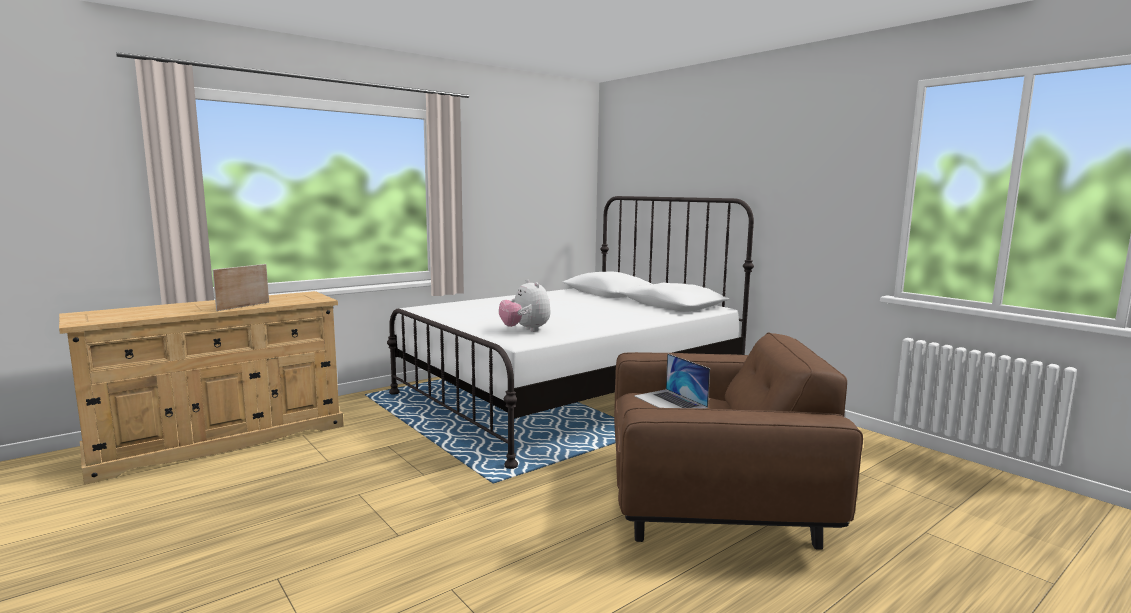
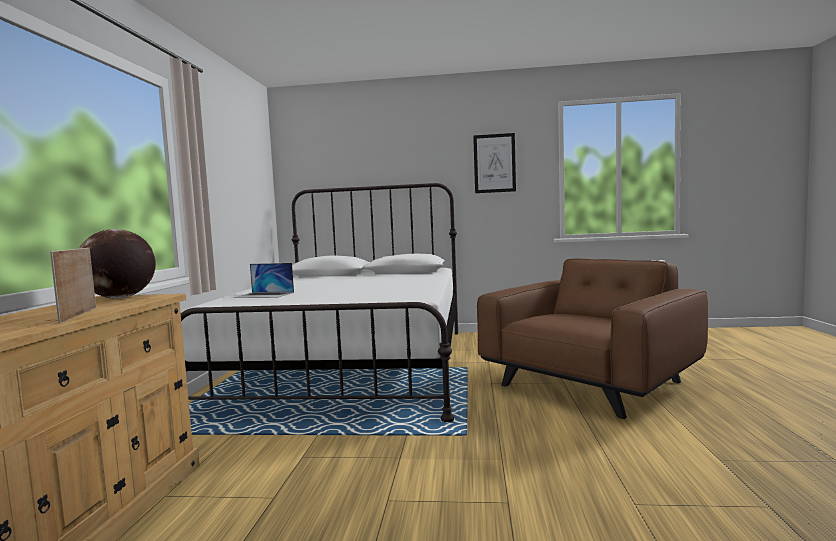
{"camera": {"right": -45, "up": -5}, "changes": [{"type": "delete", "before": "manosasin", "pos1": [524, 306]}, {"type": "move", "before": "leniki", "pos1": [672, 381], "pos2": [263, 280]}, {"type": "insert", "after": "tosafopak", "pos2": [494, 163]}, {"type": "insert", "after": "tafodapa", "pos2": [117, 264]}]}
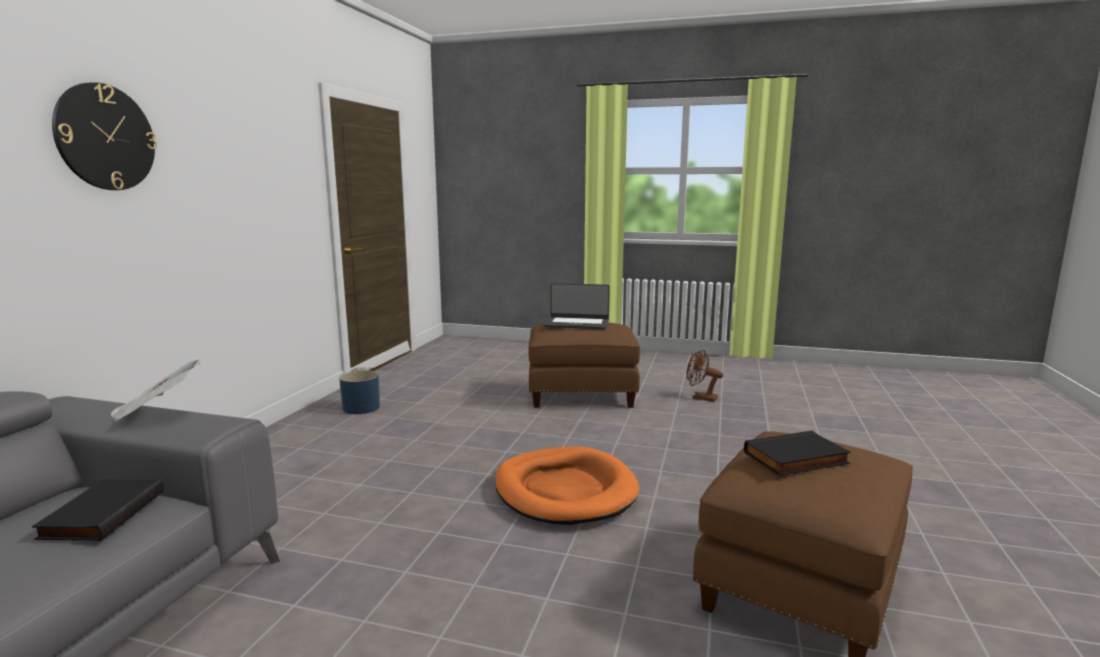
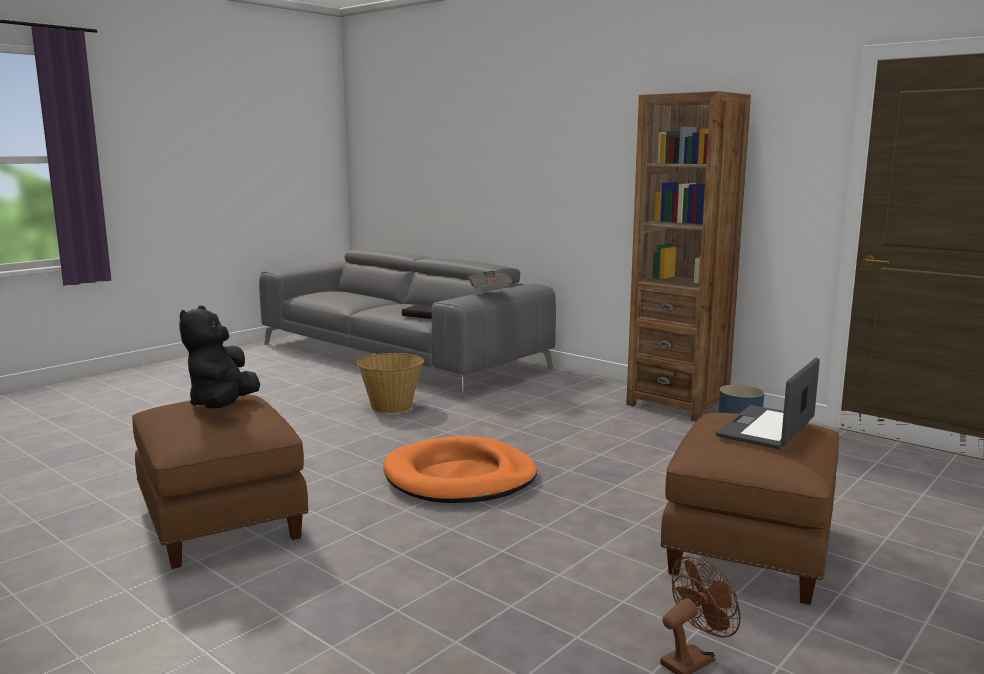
{"camera": {"right": 115, "up": 0}, "changes": [{"type": "delete", "before": "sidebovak", "pos1": [104, 136]}, {"type": "replace", "before": "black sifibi", "after": "black manosasin", "pos1": [797, 453], "pos2": [219, 357]}, {"type": "insert", "after": "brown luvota", "pos2": [688, 256]}, {"type": "insert", "after": "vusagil", "pos2": [390, 383]}]}
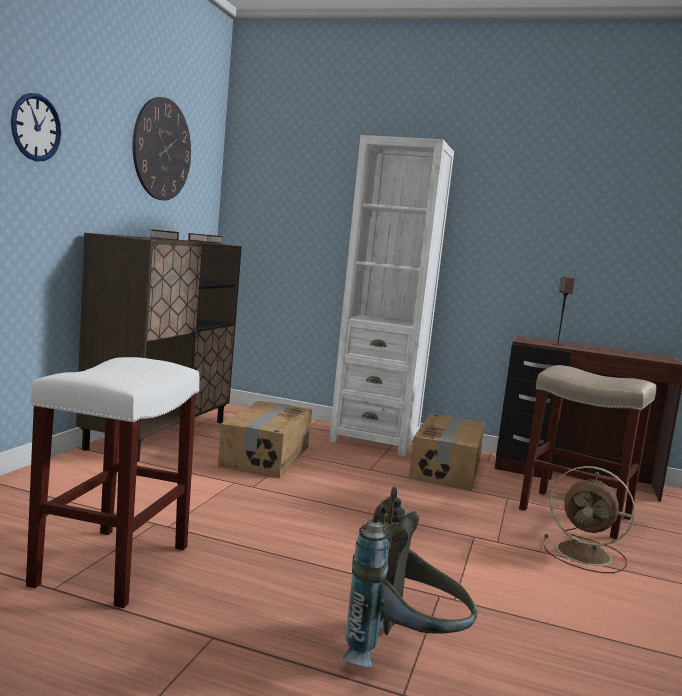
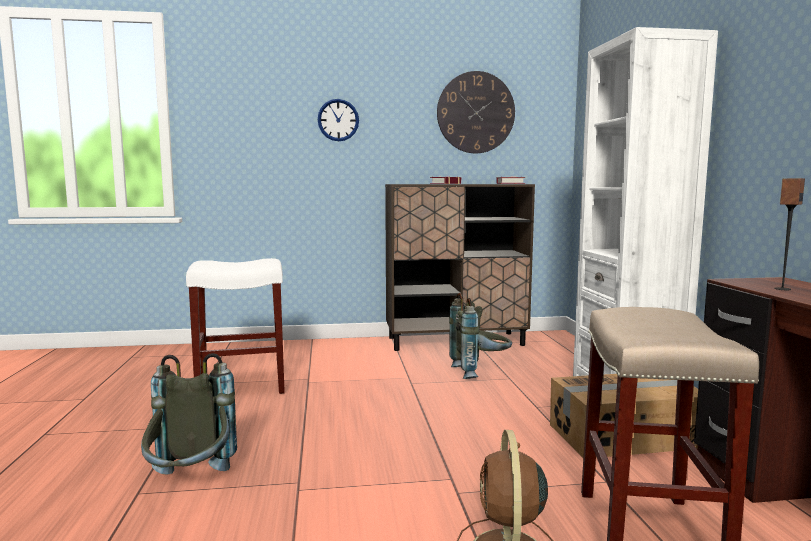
{"camera": {"right": 65, "up": 0}, "changes": [{"type": "replace", "before": "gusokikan", "after": "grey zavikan", "pos1": [265, 440], "pos2": [480, 336]}]}
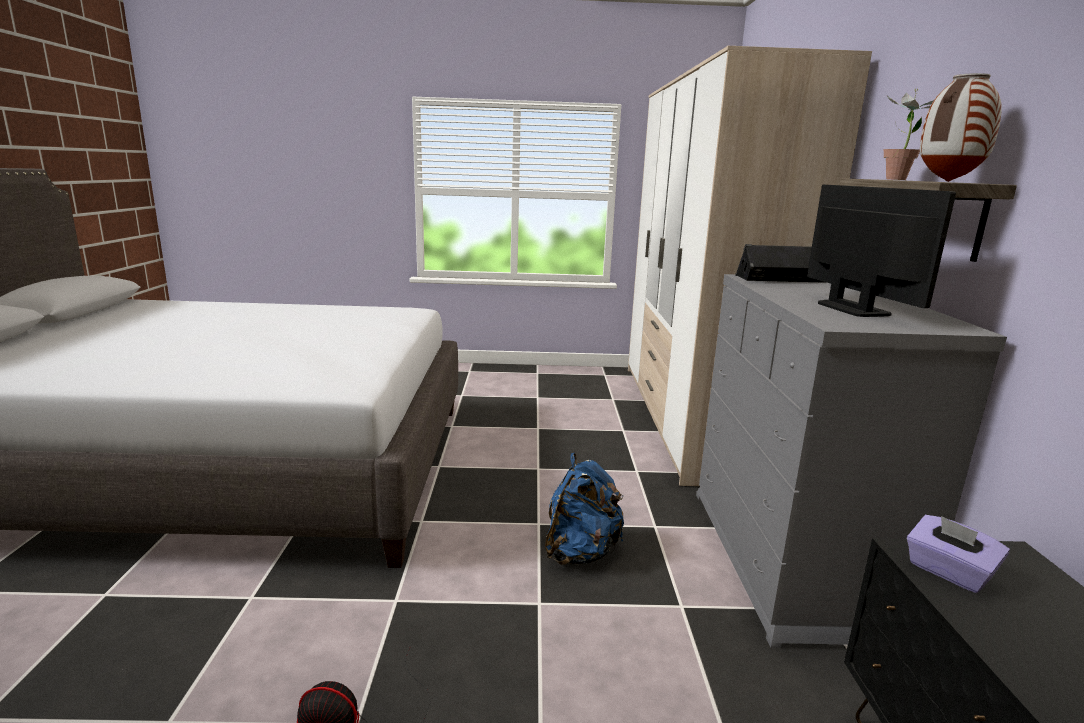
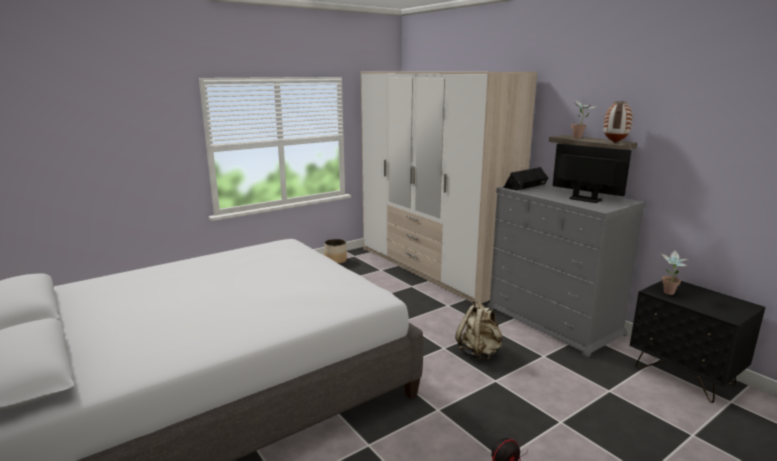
{"camera": {"right": -35, "up": 0}, "changes": [{"type": "recolor", "before": "blue zavikan", "after": "beige zavikan", "pos1": [584, 509], "pos2": [479, 330]}, {"type": "replace", "before": "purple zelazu", "after": "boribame", "pos1": [958, 554], "pos2": [675, 272]}, {"type": "insert", "after": "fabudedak", "pos2": [335, 251]}]}
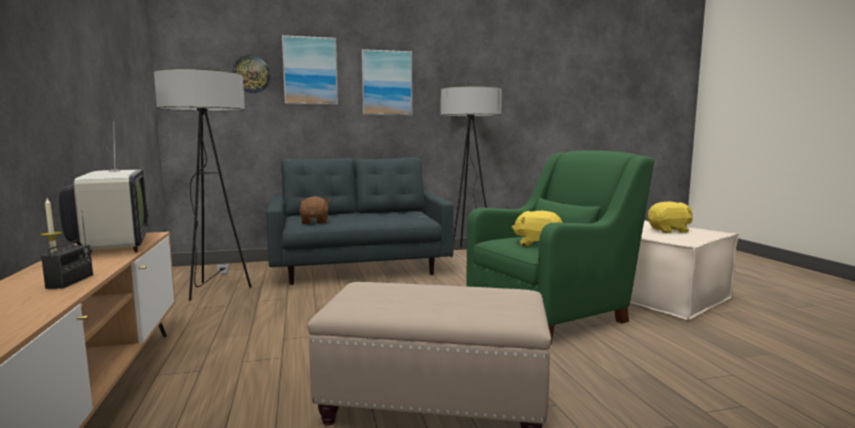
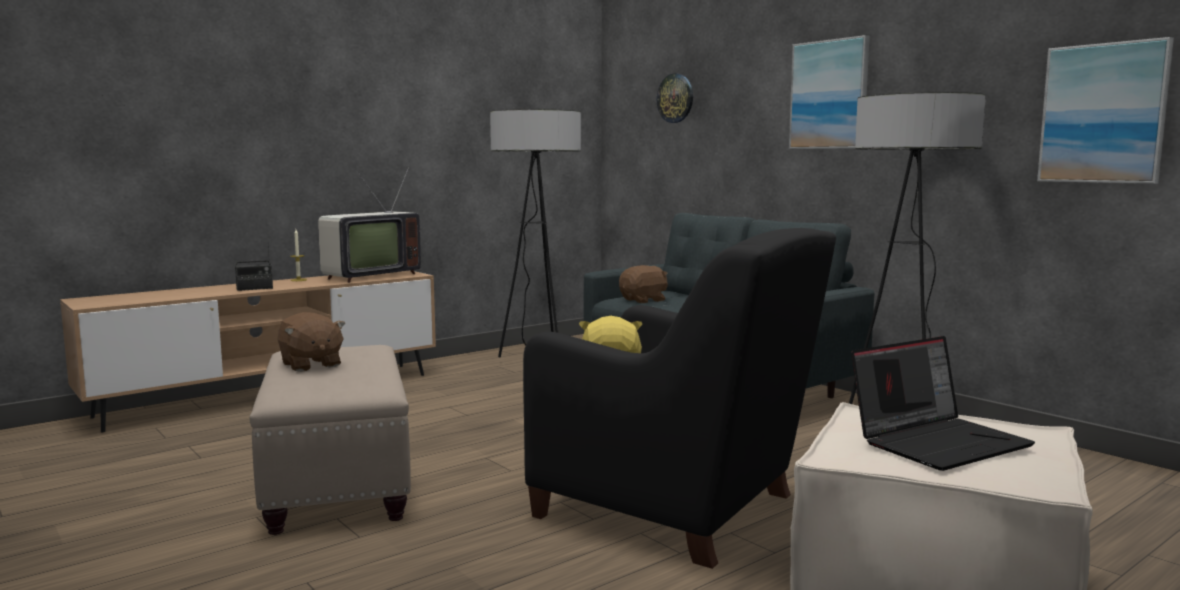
{"camera": {"right": 65, "up": 0}, "changes": [{"type": "move", "before": "tosafopak", "pos1": [310, 70], "pos2": [1105, 110]}, {"type": "recolor", "before": "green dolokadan", "after": "black dolokadan", "pos1": [560, 247], "pos2": [679, 398]}, {"type": "replace", "before": "yellow manosasin", "after": "leniki", "pos1": [670, 217], "pos2": [943, 403]}, {"type": "insert", "after": "brown manosasin", "pos2": [311, 342]}]}
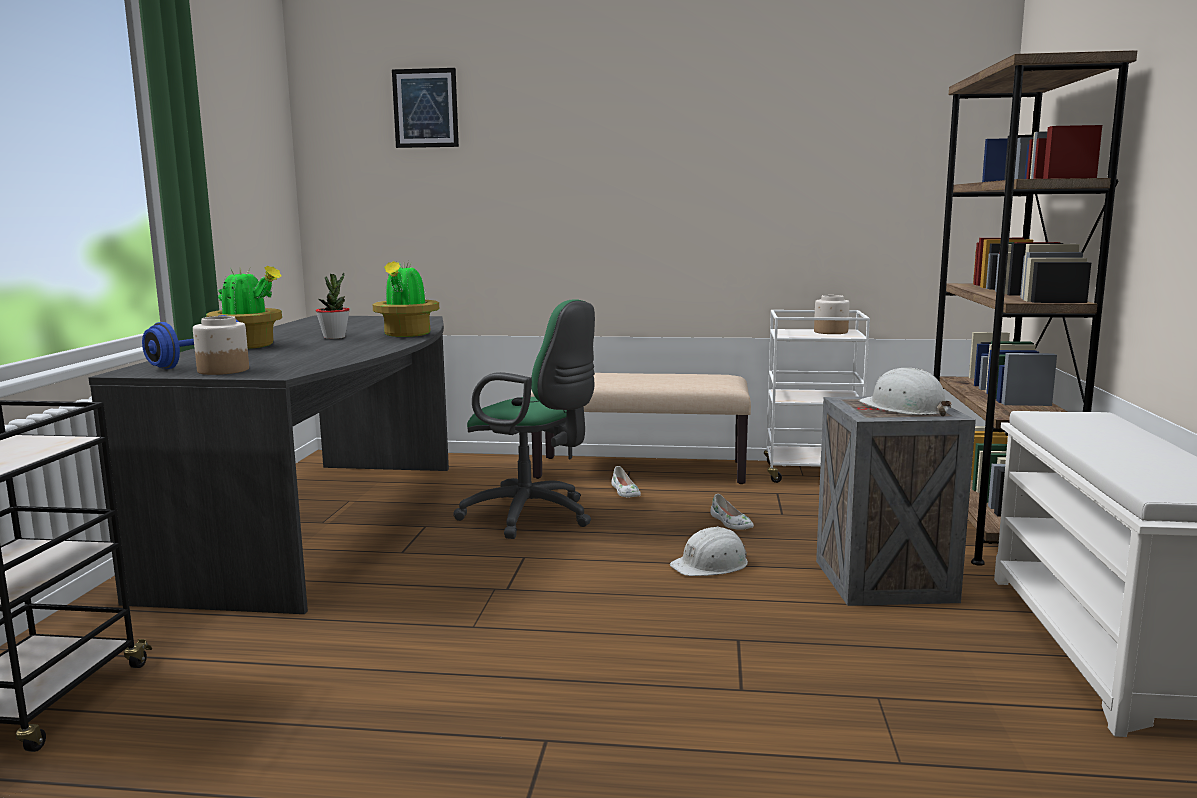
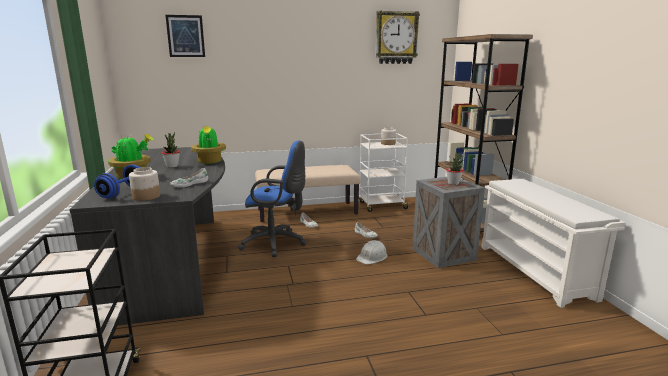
{"camera": {"right": -20, "up": 5}, "changes": [{"type": "recolor", "before": "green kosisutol", "after": "blue kosisutol", "pos1": [524, 419], "pos2": [272, 199]}, {"type": "replace", "before": "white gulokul", "after": "boribame", "pos1": [905, 392], "pos2": [454, 168]}, {"type": "insert", "after": "sidebovak", "pos2": [397, 37]}, {"type": "insert", "after": "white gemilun", "pos2": [189, 177]}]}
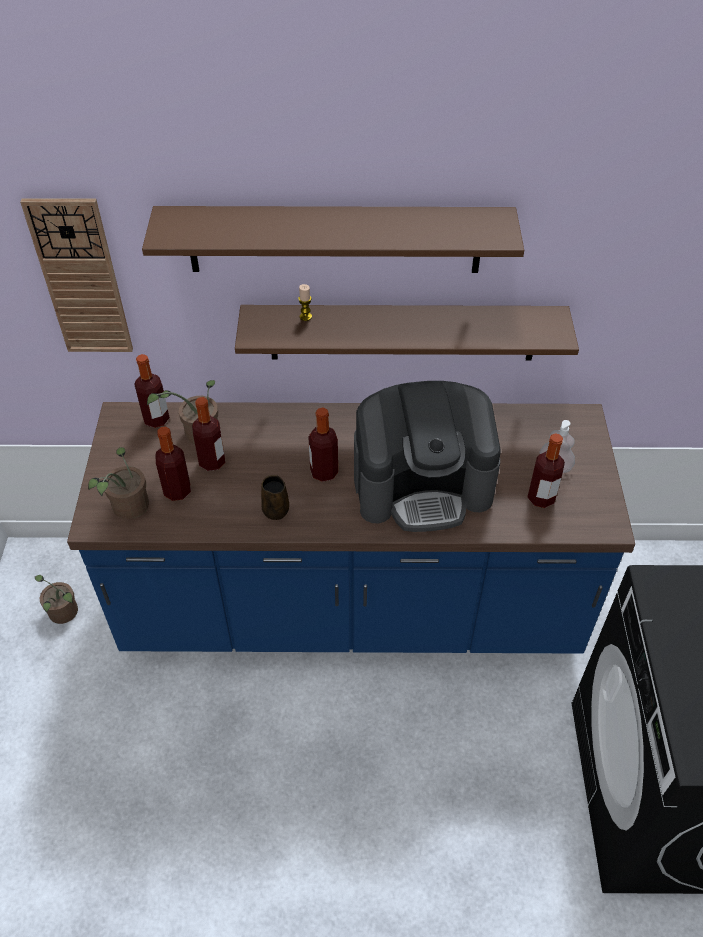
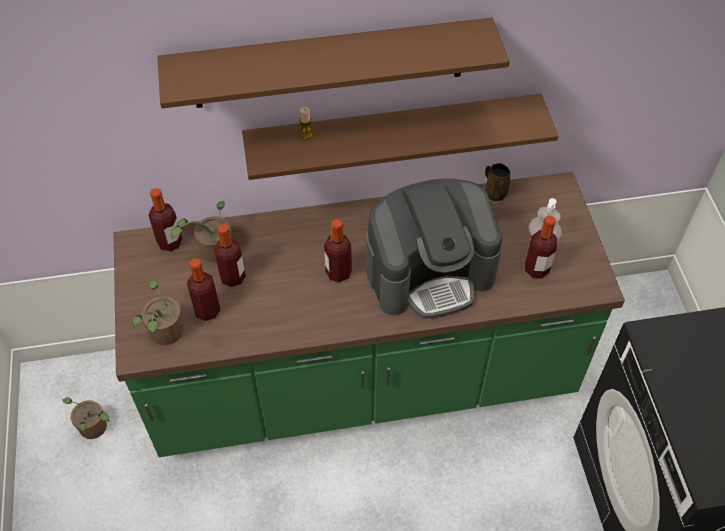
{"camera": {"right": -10, "up": 5}, "changes": [{"type": "delete", "before": "sidebovak", "pos1": [76, 275]}, {"type": "recolor", "before": "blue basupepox", "after": "green basupepox", "pos1": [351, 528], "pos2": [369, 314]}, {"type": "move", "before": "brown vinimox", "pos1": [275, 497], "pos2": [497, 182]}]}
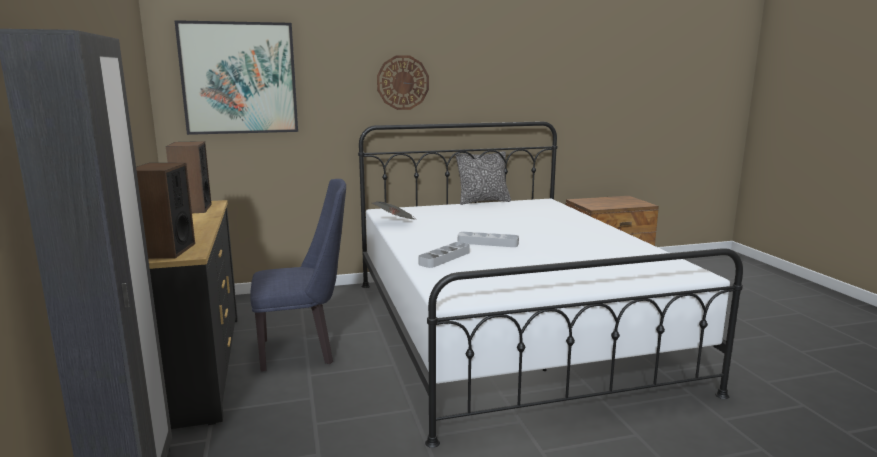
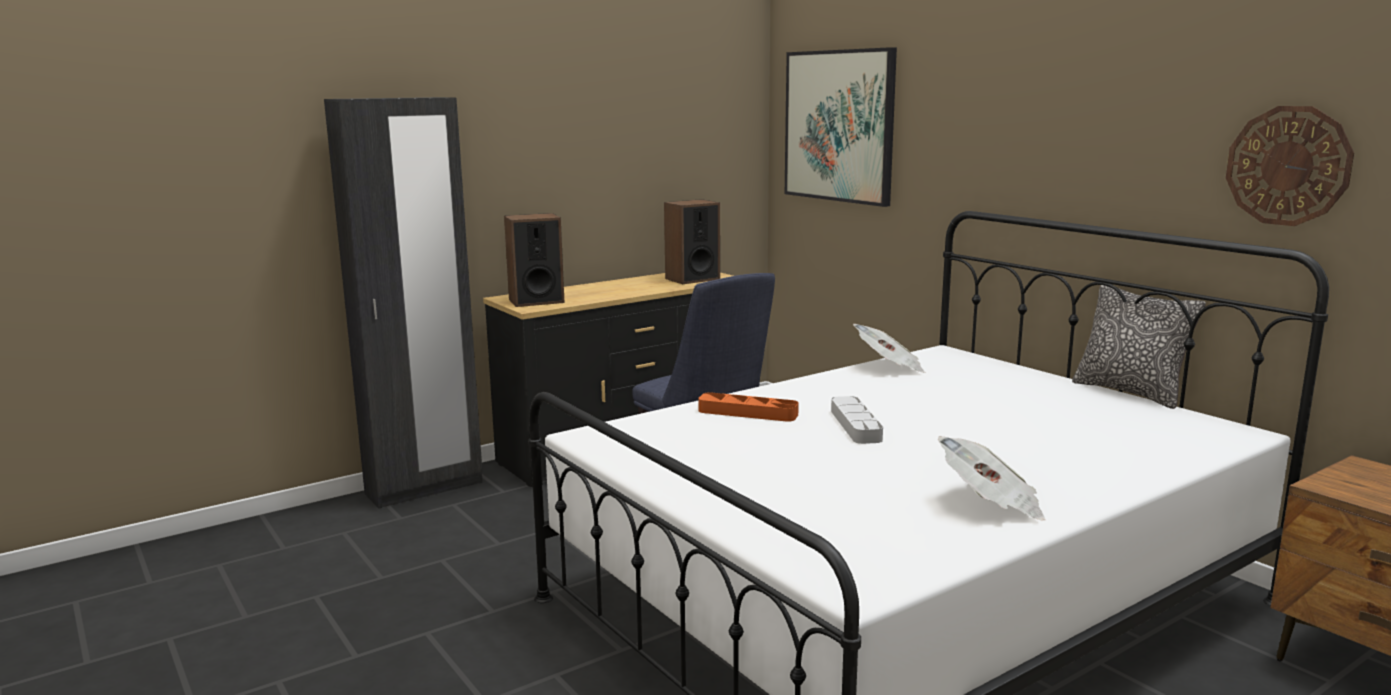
{"camera": {"right": 70, "up": 0}, "changes": [{"type": "move", "before": "sidebovak", "pos1": [403, 82], "pos2": [1290, 166]}, {"type": "recolor", "before": "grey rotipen", "after": "orange rotipen", "pos1": [444, 255], "pos2": [748, 407]}, {"type": "insert", "after": "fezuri", "pos2": [991, 478]}]}
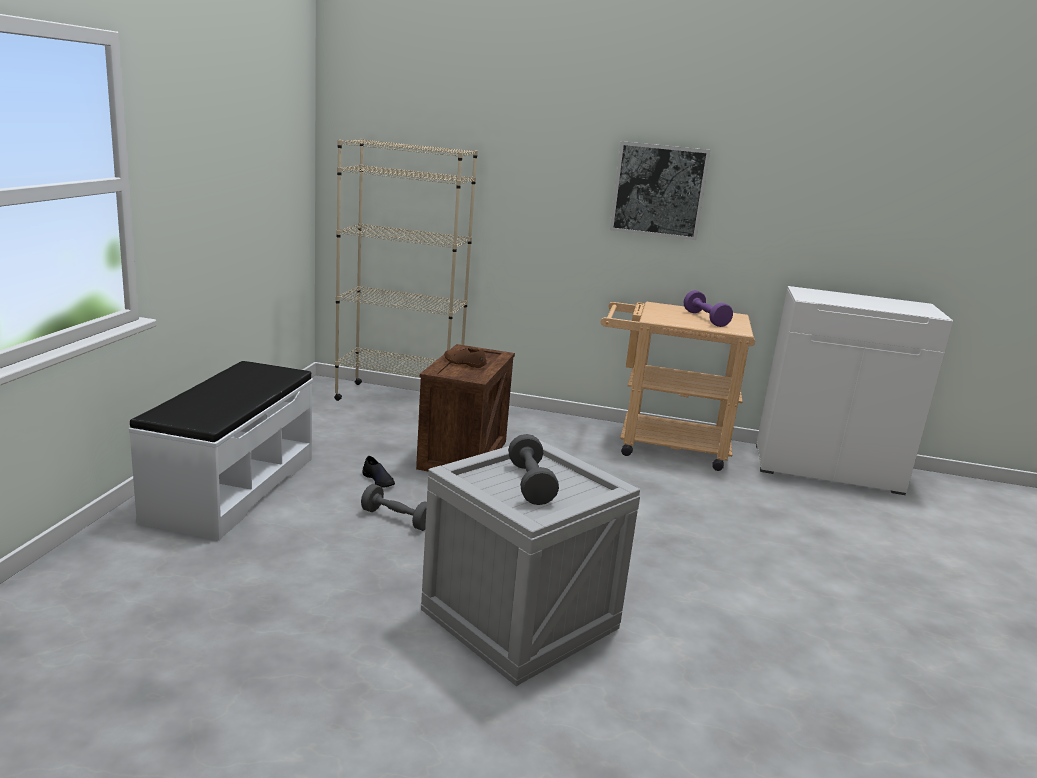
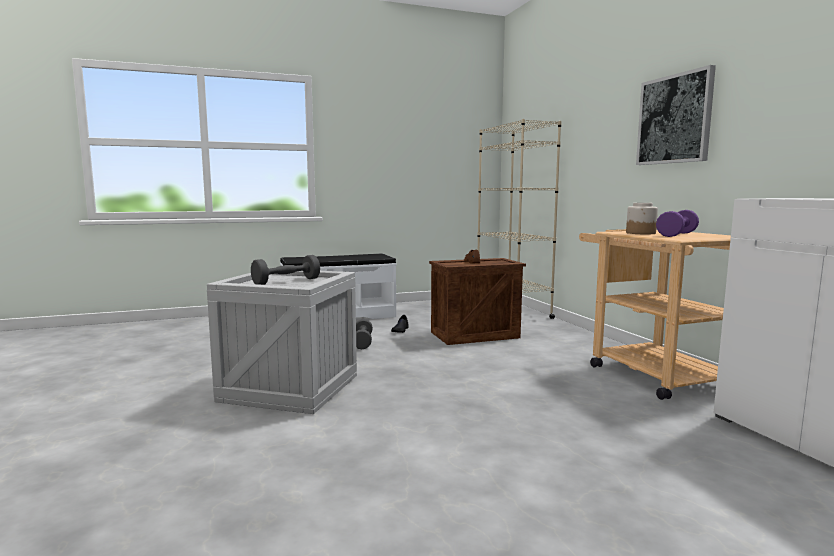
{"camera": {"right": 60, "up": -10}, "changes": [{"type": "insert", "after": "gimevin", "pos2": [642, 218]}]}
